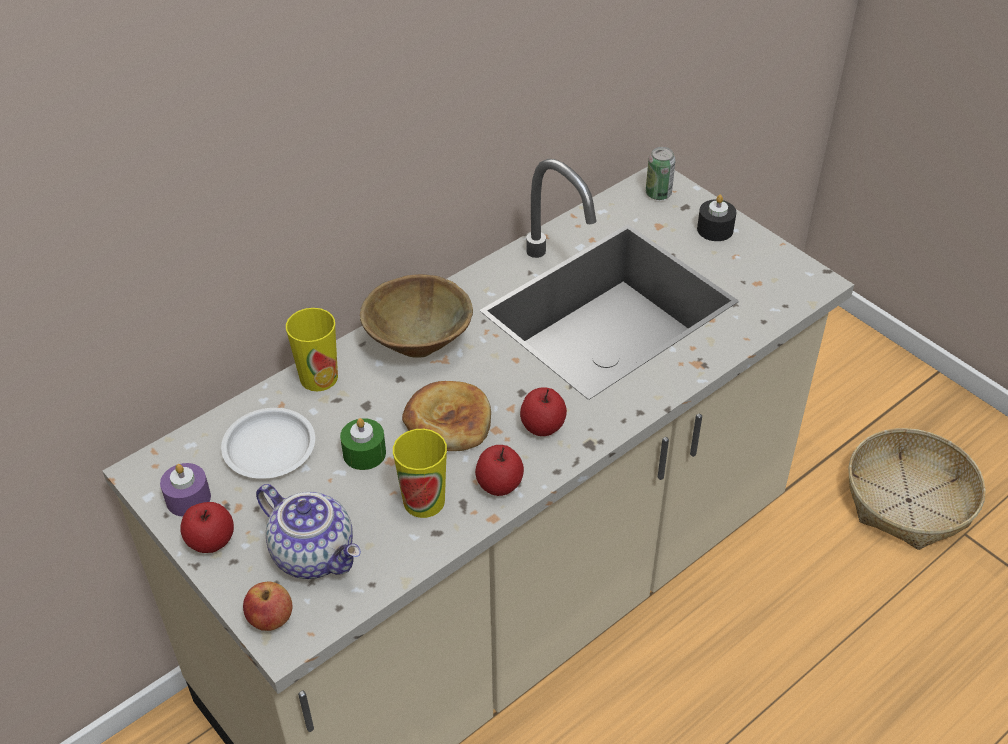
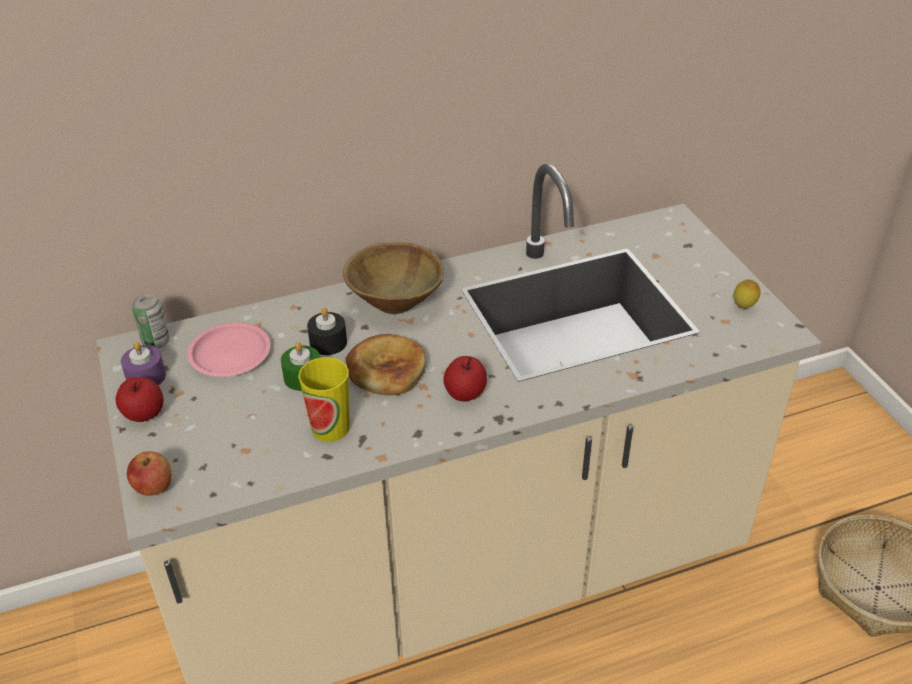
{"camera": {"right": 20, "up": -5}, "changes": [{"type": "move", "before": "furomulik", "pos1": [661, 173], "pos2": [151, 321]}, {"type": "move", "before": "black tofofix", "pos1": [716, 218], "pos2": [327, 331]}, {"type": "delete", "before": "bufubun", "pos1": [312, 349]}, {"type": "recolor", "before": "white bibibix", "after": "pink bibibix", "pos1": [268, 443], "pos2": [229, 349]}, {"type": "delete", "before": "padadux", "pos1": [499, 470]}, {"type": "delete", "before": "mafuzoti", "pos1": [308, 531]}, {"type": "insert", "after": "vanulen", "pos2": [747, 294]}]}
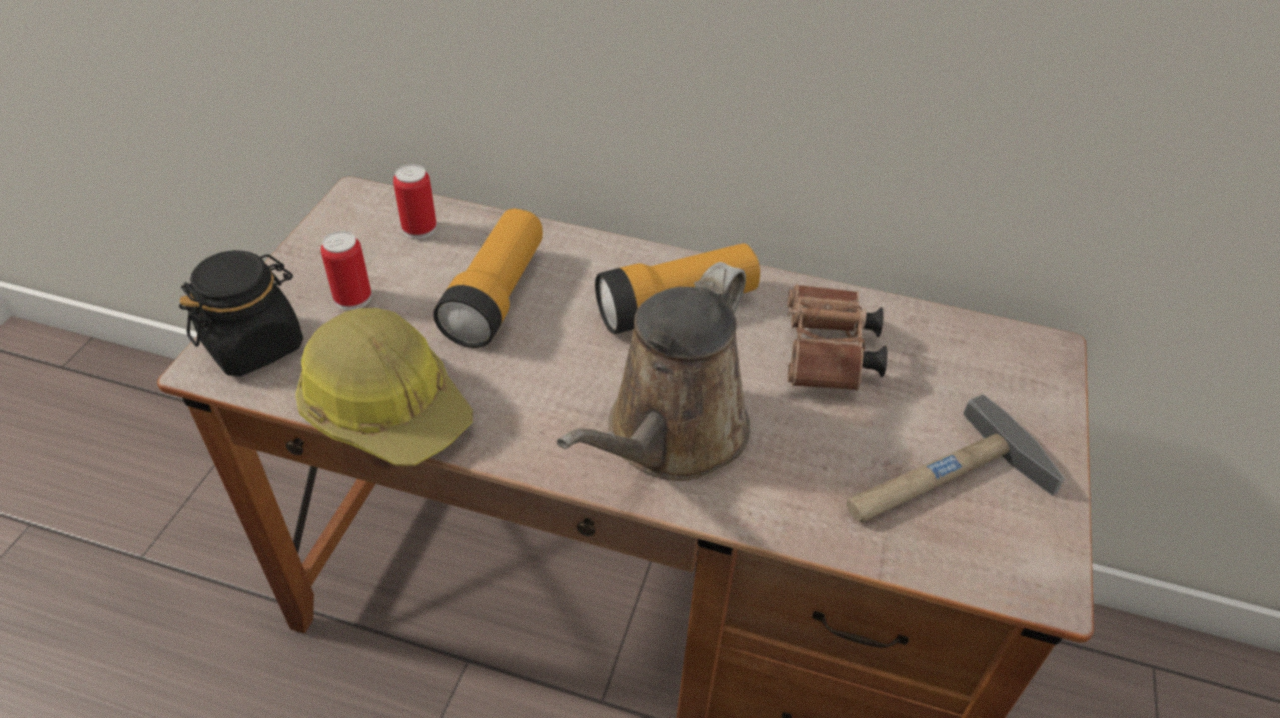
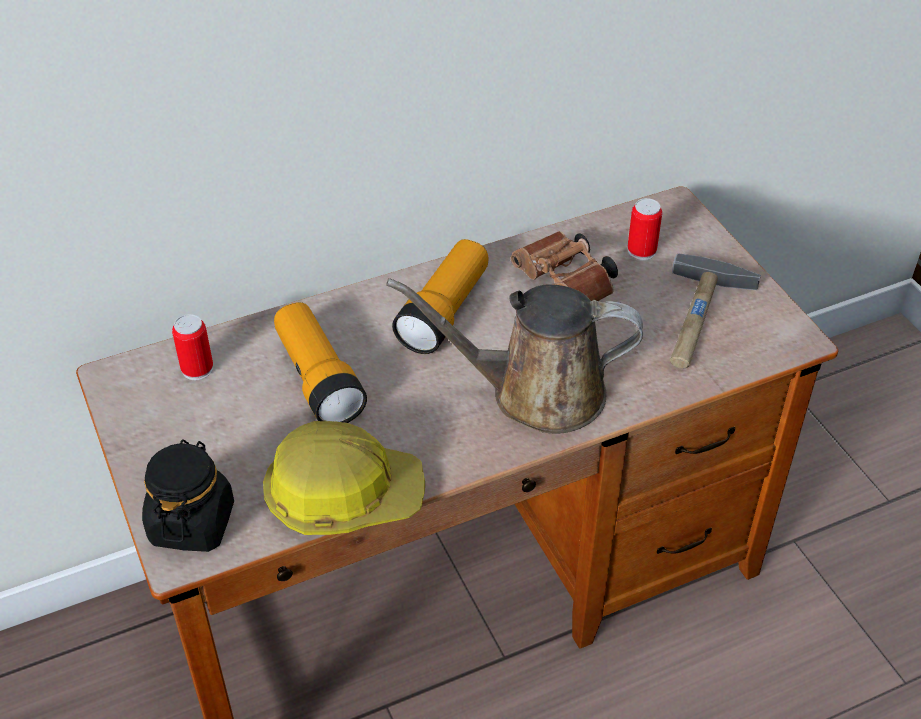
{"camera": {"right": -40, "up": 0}, "changes": [{"type": "move", "before": "furomulik", "pos1": [346, 270], "pos2": [645, 229]}, {"type": "rotate", "before": "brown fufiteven", "pos1": [653, 371], "pos2": [514, 356], "turn": 105}]}
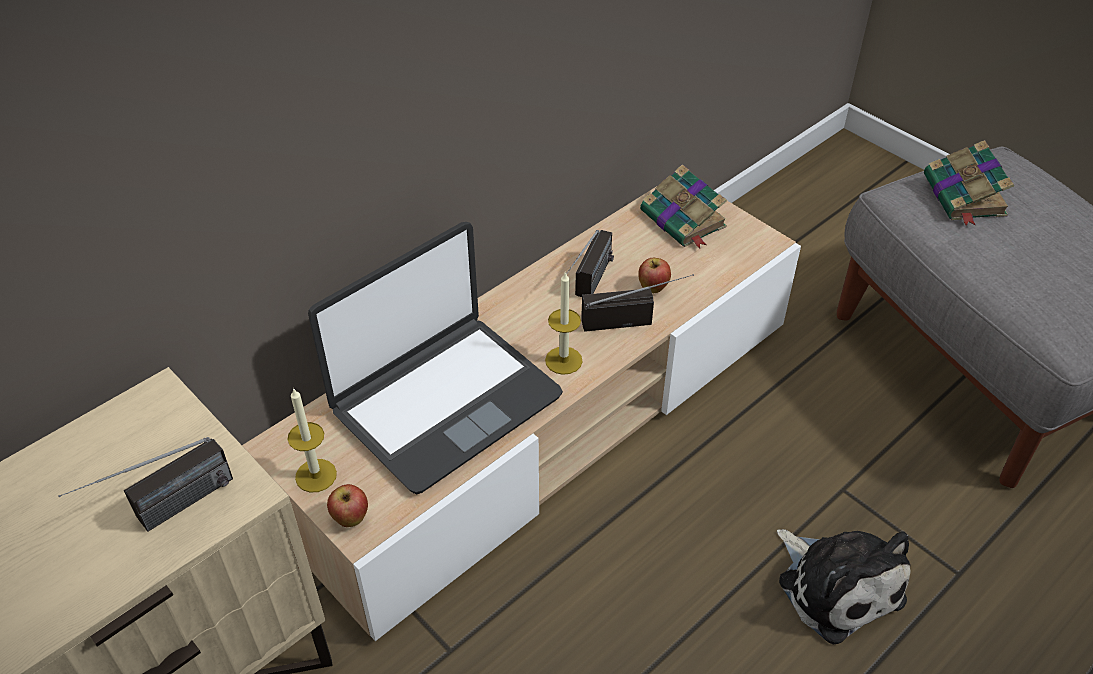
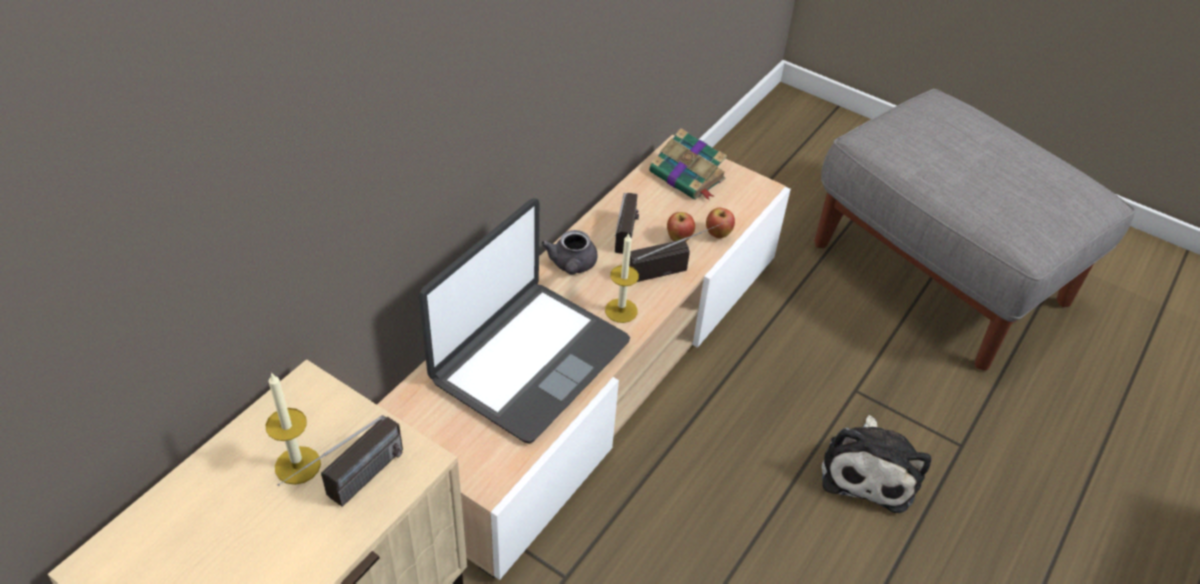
{"camera": {"right": -15, "up": 0}, "changes": [{"type": "delete", "before": "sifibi", "pos1": [969, 183]}, {"type": "move", "before": "tofofix", "pos1": [312, 440], "pos2": [293, 428]}, {"type": "move", "before": "padadux", "pos1": [347, 505], "pos2": [720, 223]}, {"type": "rotate", "before": "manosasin", "pos1": [844, 587], "pos2": [876, 464], "turn": 60}, {"type": "insert", "after": "grey mafuzoti", "pos2": [569, 252]}]}
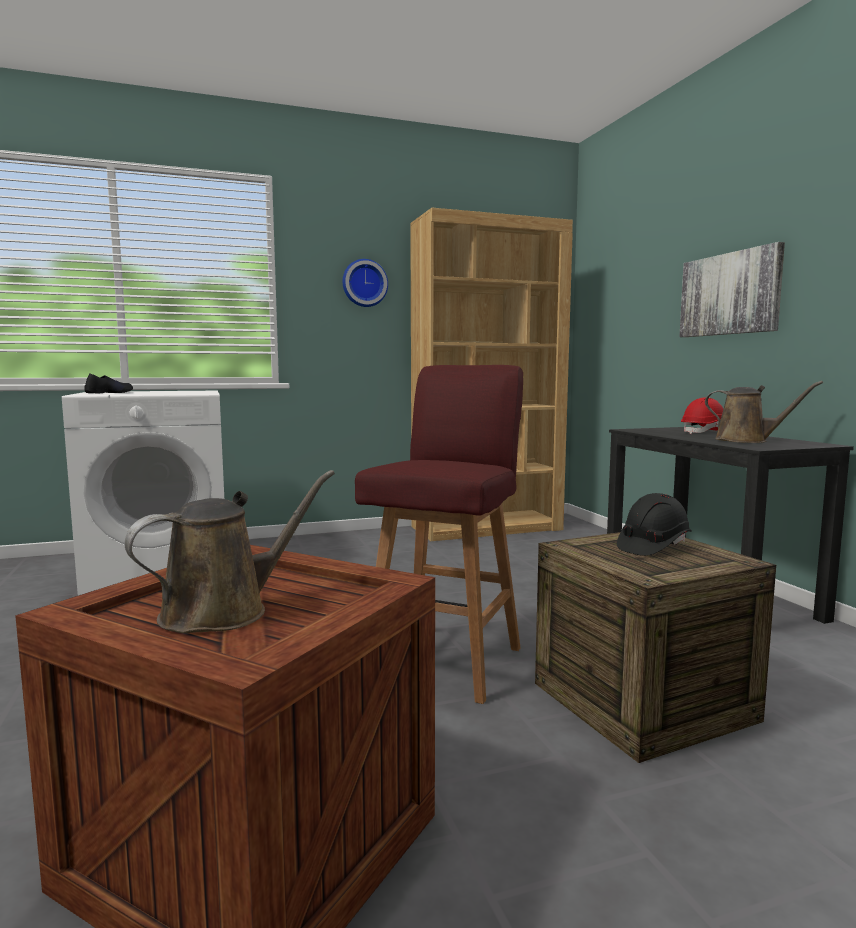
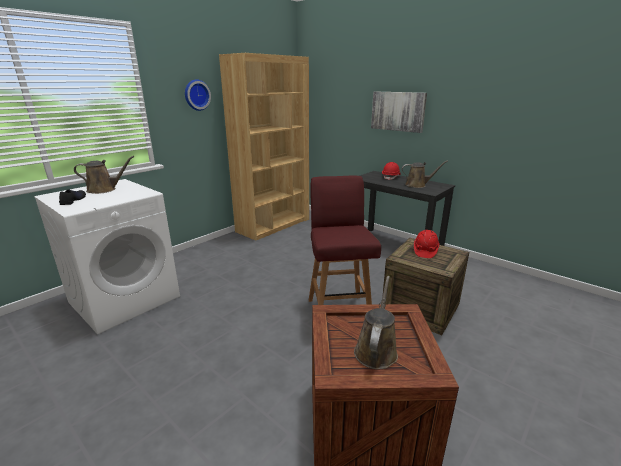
{"camera": {"right": -30, "up": 15}, "changes": [{"type": "recolor", "before": "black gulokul", "after": "red gulokul", "pos1": [654, 524], "pos2": [427, 244]}, {"type": "insert", "after": "brown fufiteven", "pos2": [104, 175]}]}
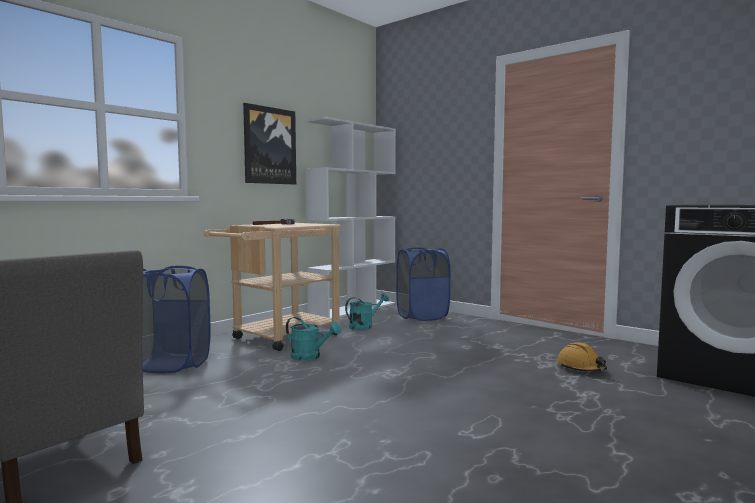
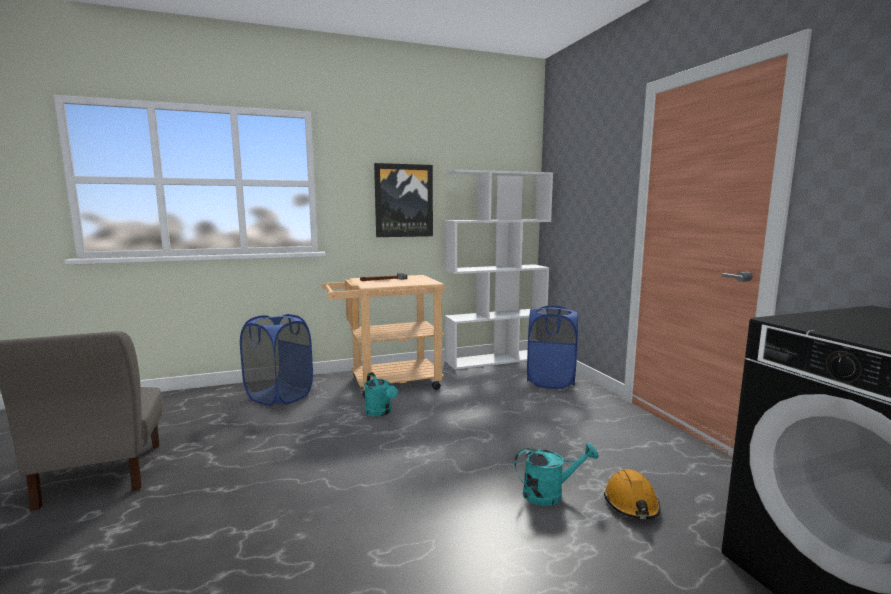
{"camera": {"right": 30, "up": 5}, "changes": [{"type": "move", "before": "turquoise fufiteven", "pos1": [367, 311], "pos2": [556, 474]}]}
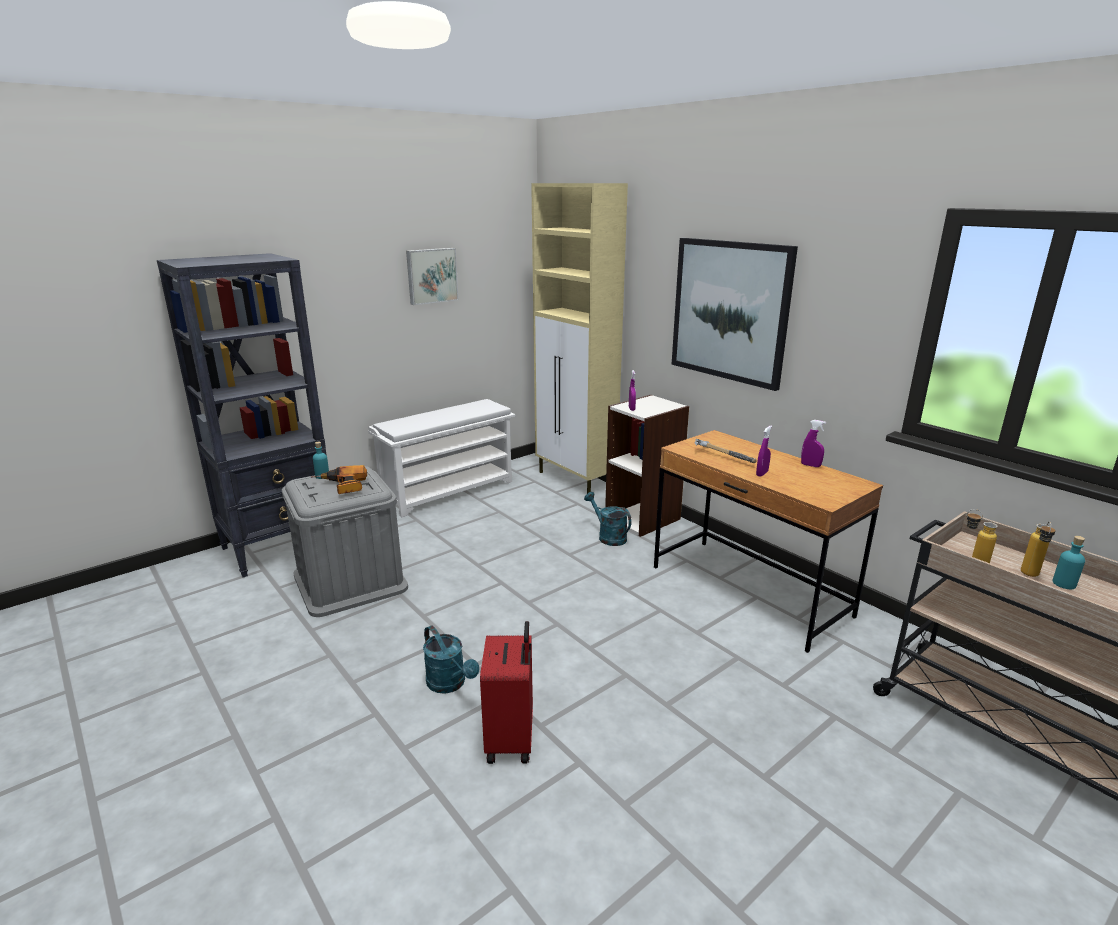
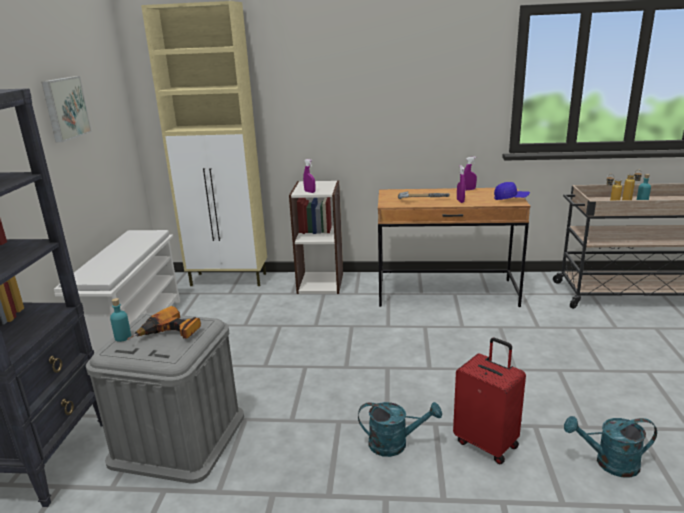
{"camera": {"right": -45, "up": 0}, "changes": [{"type": "delete", "before": "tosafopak", "pos1": [735, 314]}, {"type": "move", "before": "turquoise fufiteven", "pos1": [608, 519], "pos2": [610, 447]}, {"type": "insert", "after": "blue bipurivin", "pos2": [512, 191]}]}
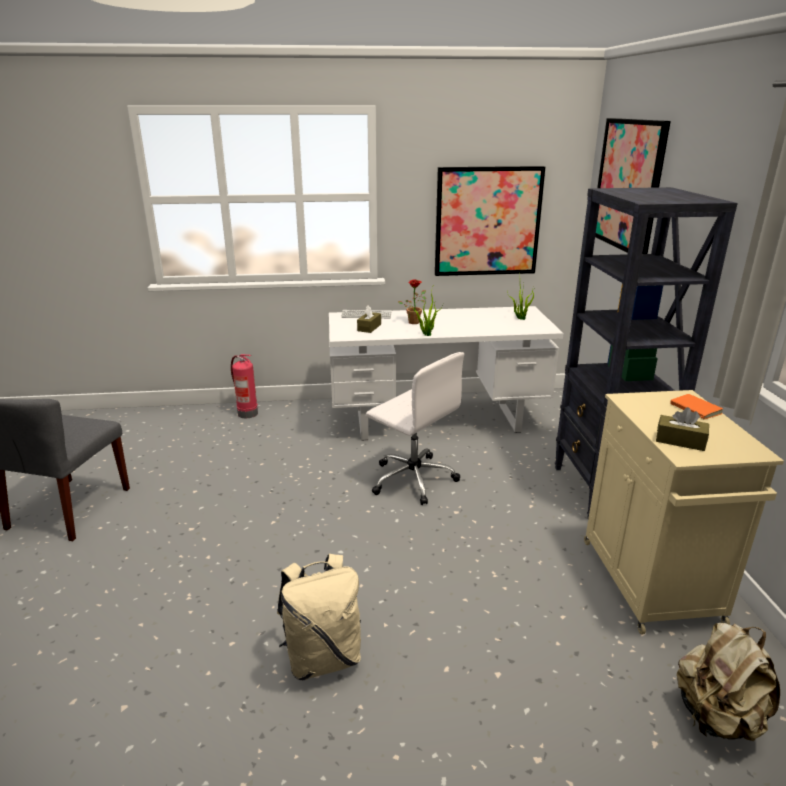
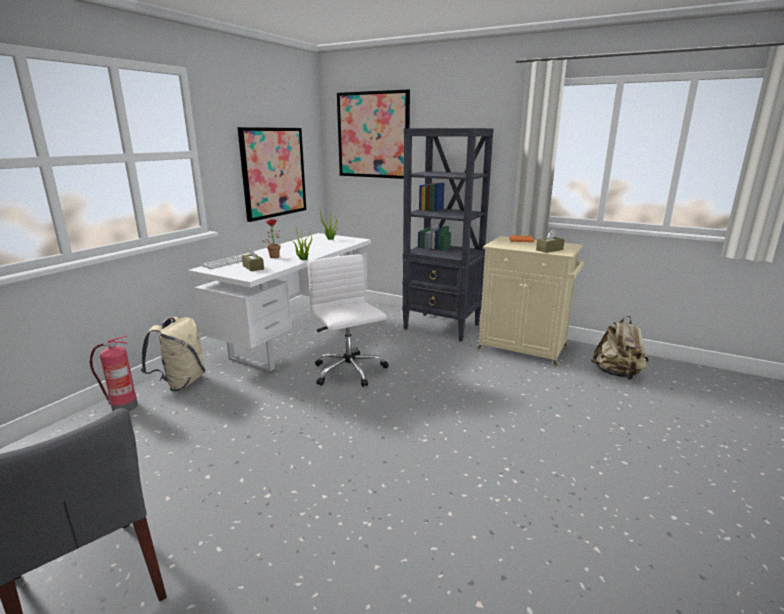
{"camera": {"right": -55, "up": -5}, "changes": [{"type": "rotate", "before": "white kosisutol", "pos1": [415, 428], "pos2": [348, 320], "turn": -105}, {"type": "move", "before": "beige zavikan", "pos1": [319, 617], "pos2": [173, 354]}]}
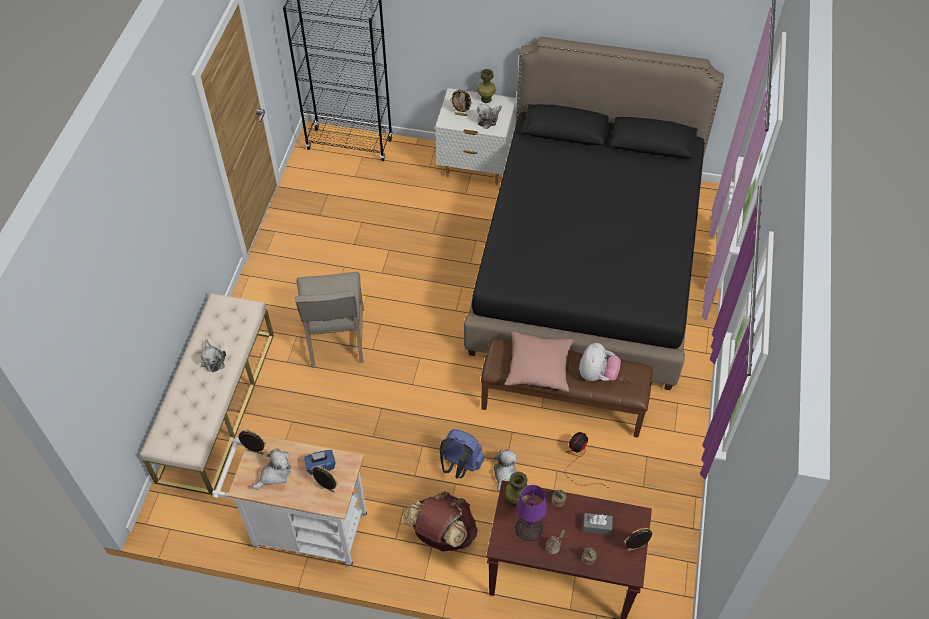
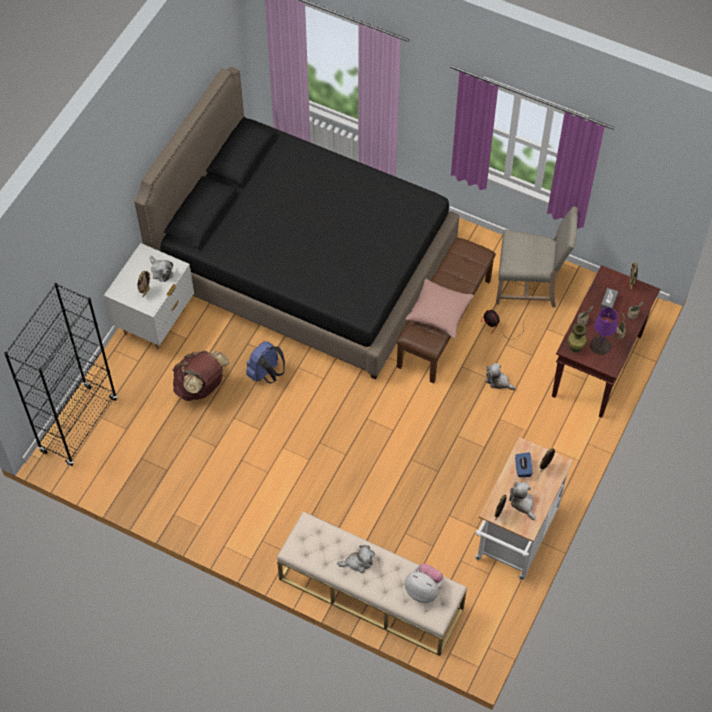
{"camera": {"right": -75, "up": 5}, "changes": [{"type": "delete", "before": "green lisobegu", "pos1": [486, 86]}, {"type": "move", "before": "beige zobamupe", "pos1": [329, 320], "pos2": [537, 256]}, {"type": "move", "before": "manosasin", "pos1": [600, 362], "pos2": [424, 583]}, {"type": "move", "before": "blue zavikan", "pos1": [462, 453], "pos2": [265, 362]}, {"type": "move", "before": "brown zavikan", "pos1": [440, 521], "pos2": [201, 375]}]}
